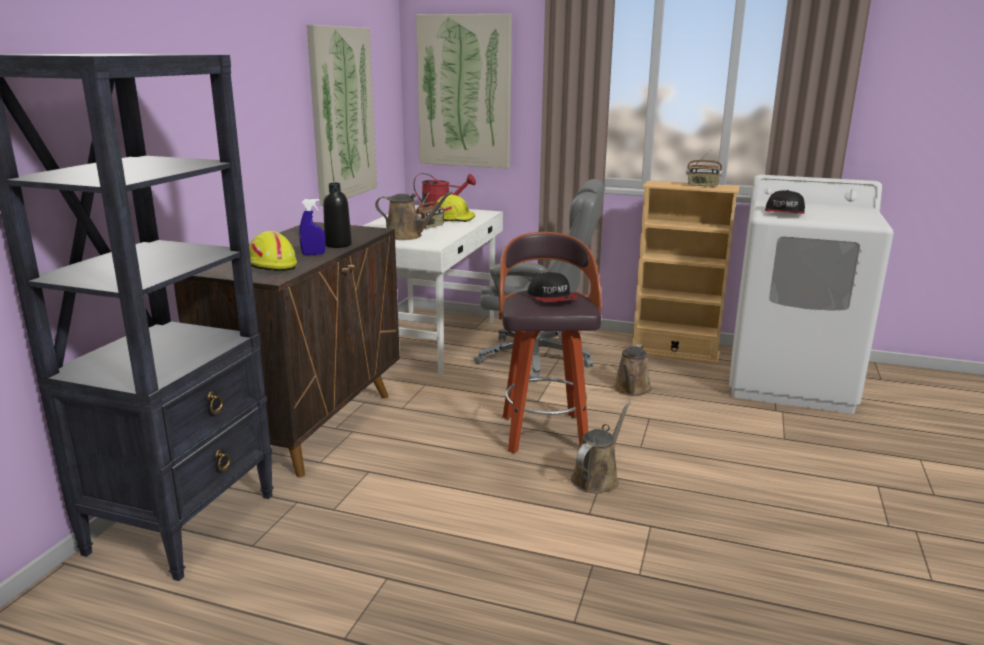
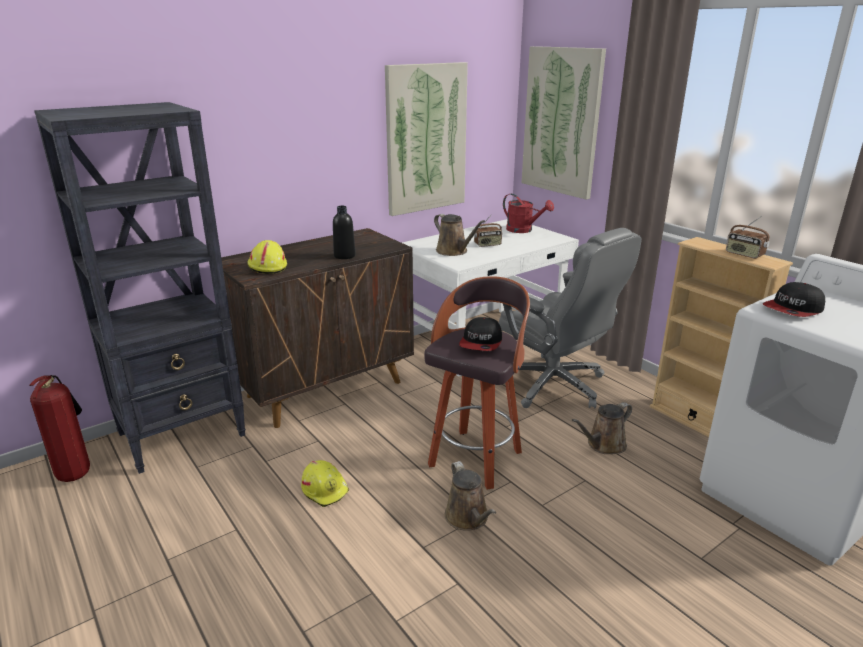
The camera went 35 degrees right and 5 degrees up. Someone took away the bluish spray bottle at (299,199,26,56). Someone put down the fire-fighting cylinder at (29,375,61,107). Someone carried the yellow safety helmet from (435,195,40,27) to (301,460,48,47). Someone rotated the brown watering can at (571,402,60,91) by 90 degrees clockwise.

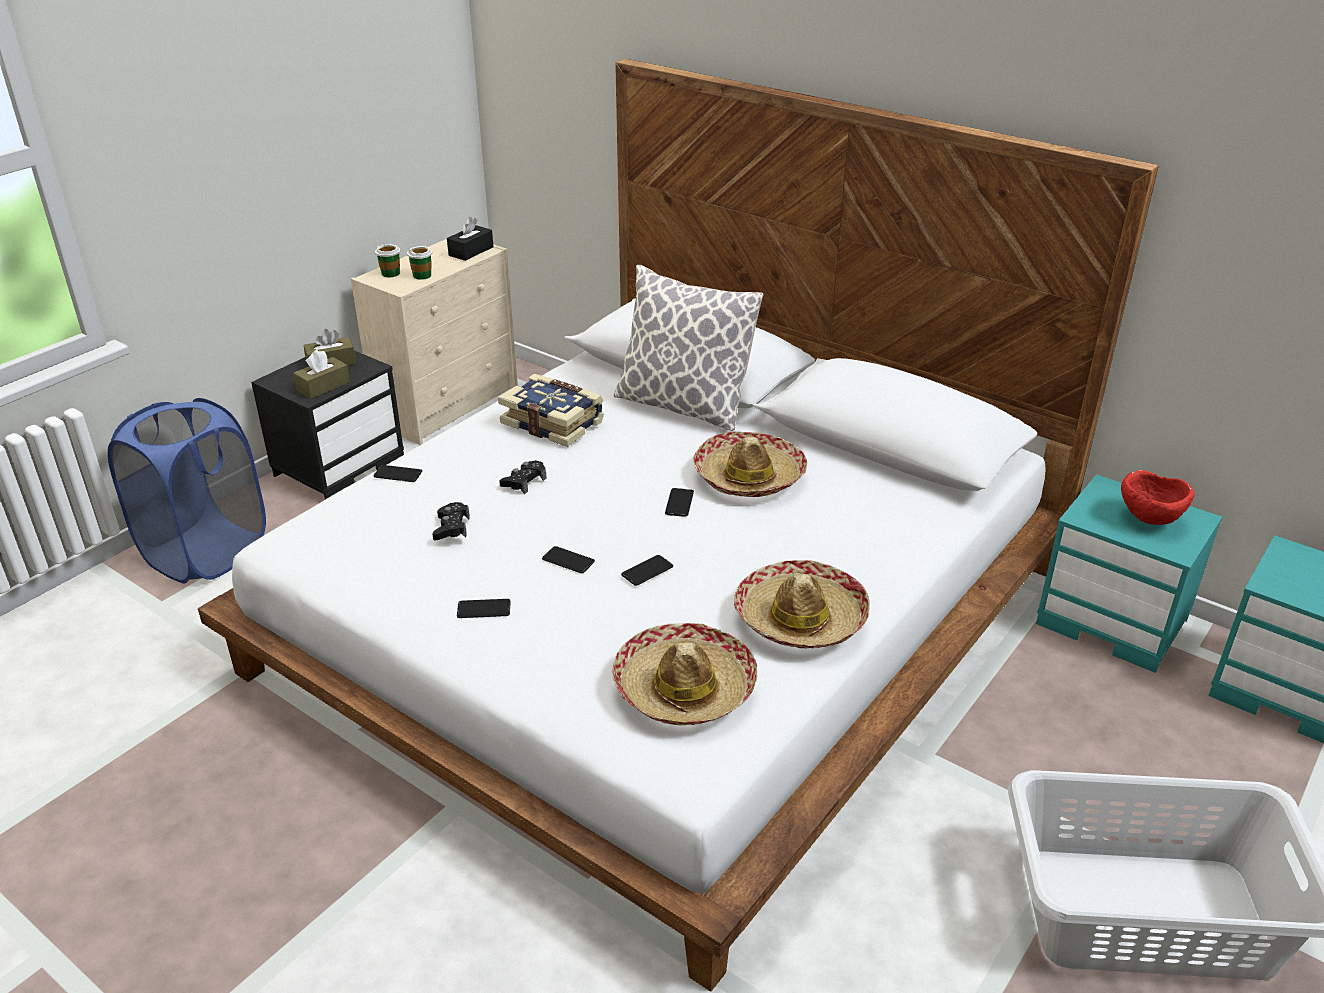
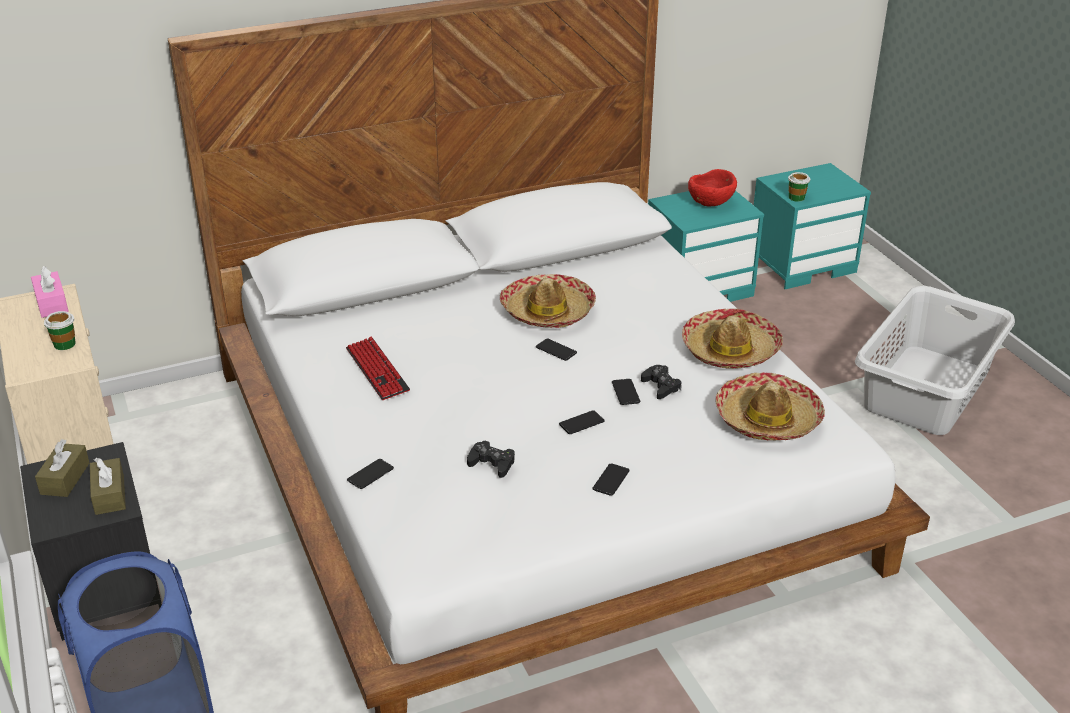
The camera went 60 degrees left and 0 degrees up. Someone took away the cushion at (614,265,149,166). Someone carried the cup from (375,244,26,33) to (788,172,22,30). Someone carried the black-coloured joypad from (499,460,48,34) to (641,365,41,34). Someone swapped the volume at (498,374,106,73) for the computer keyboard at (346,337,64,63). Someone repainted the black-coloured box of tissues at (447,217,46,44), which became the pink-coloured box of tissues at (31,266,38,52).

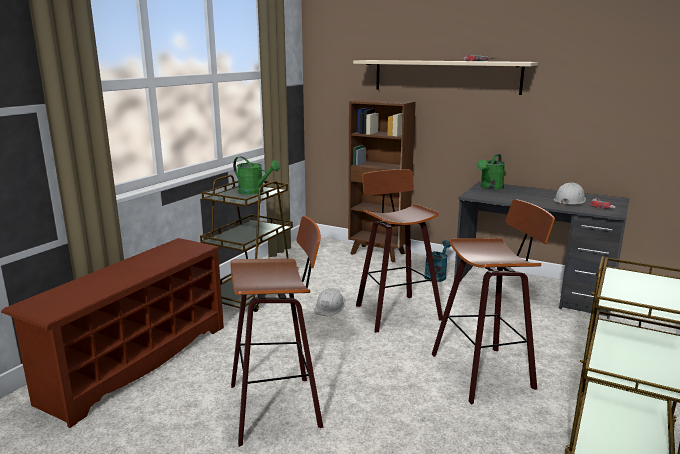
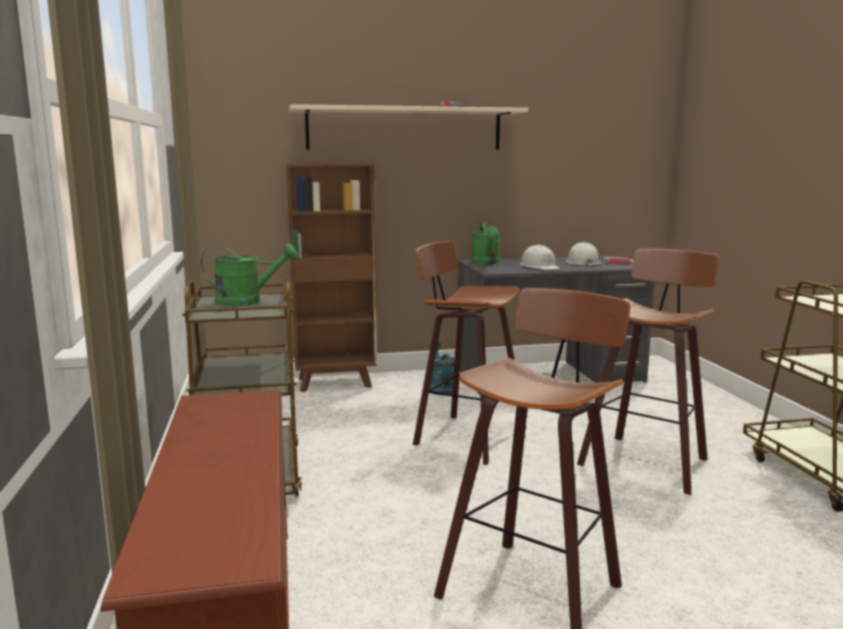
The camera went 40 degrees left and 5 degrees down. Someone carried the white safety helmet from (314,288,31,28) to (520,245,40,25).

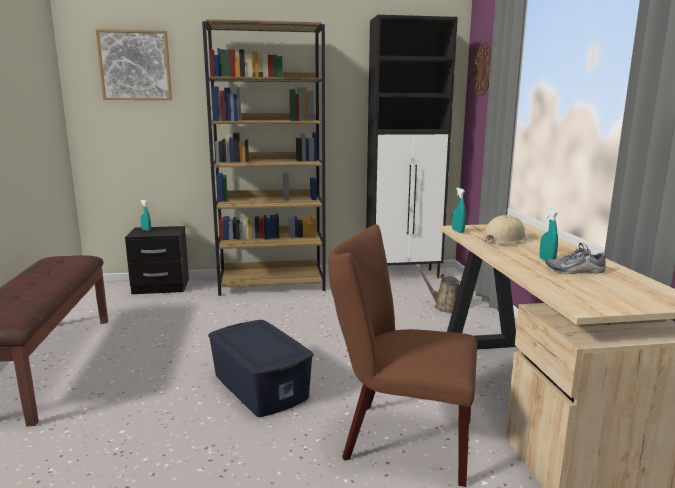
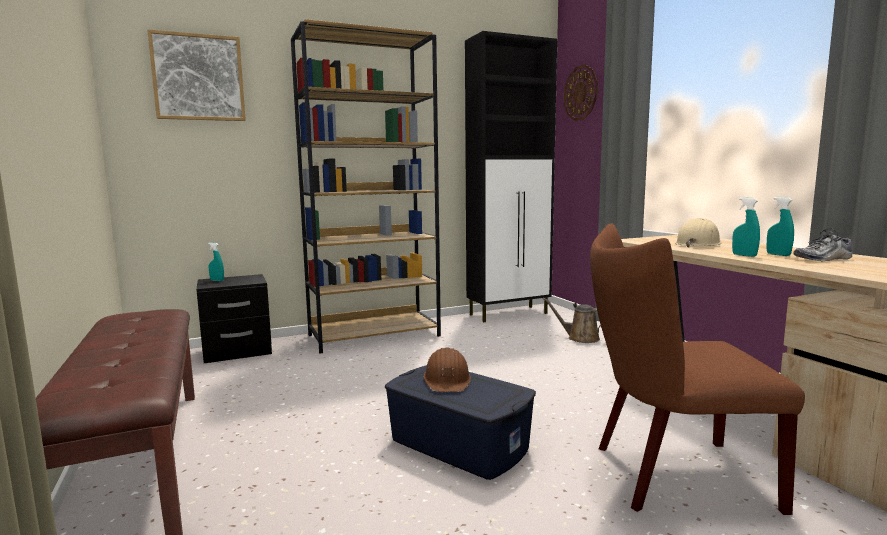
The camera went 15 degrees left and 5 degrees down. Someone put down the brown safety helmet at (424,348,47,44). Someone carried the turquoise-coloured spray bottle from (452,188,14,45) to (732,197,28,60).

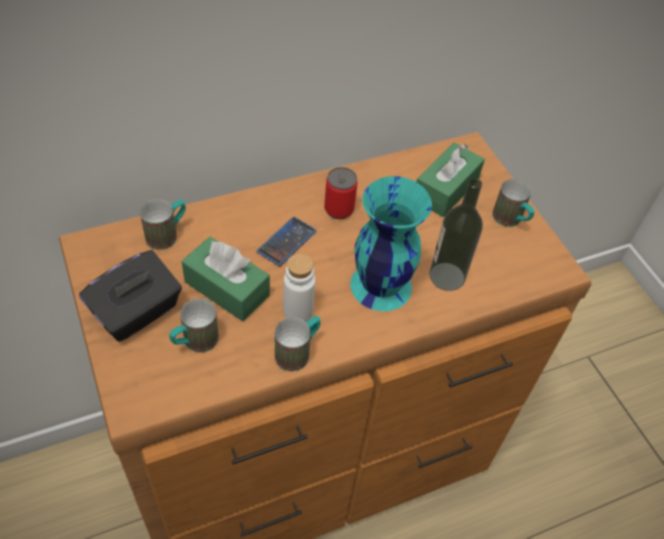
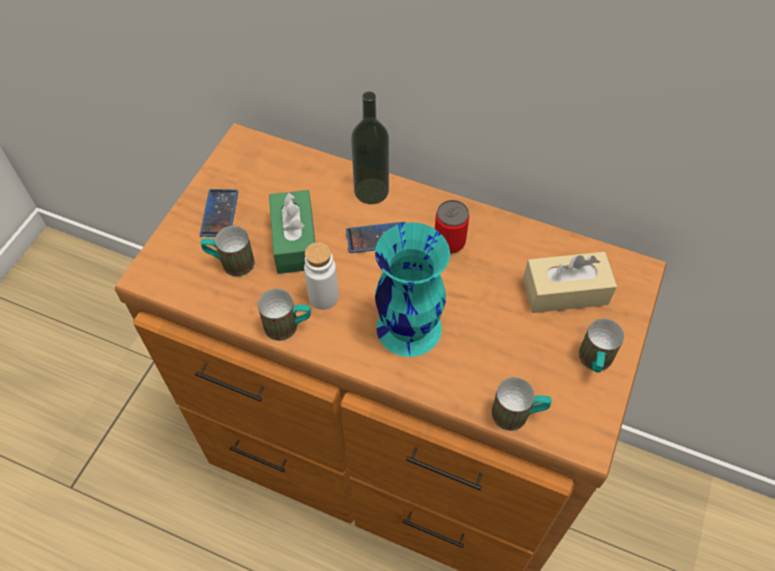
The camera went 50 degrees right and 5 degrees up. Someone carried the tea mug from (140,199,46,51) to (491,377,61,54). Someone carried the beverage bottle from (429,178,54,113) to (351,92,38,112). Someone swapped the black-coloured box of tissues at (79,250,103,92) for the phone at (200,189,38,48). Someone repainted the green-coloured box of tissues at (416,143,69,74), which became the beige-coloured box of tissues at (523,252,94,61).

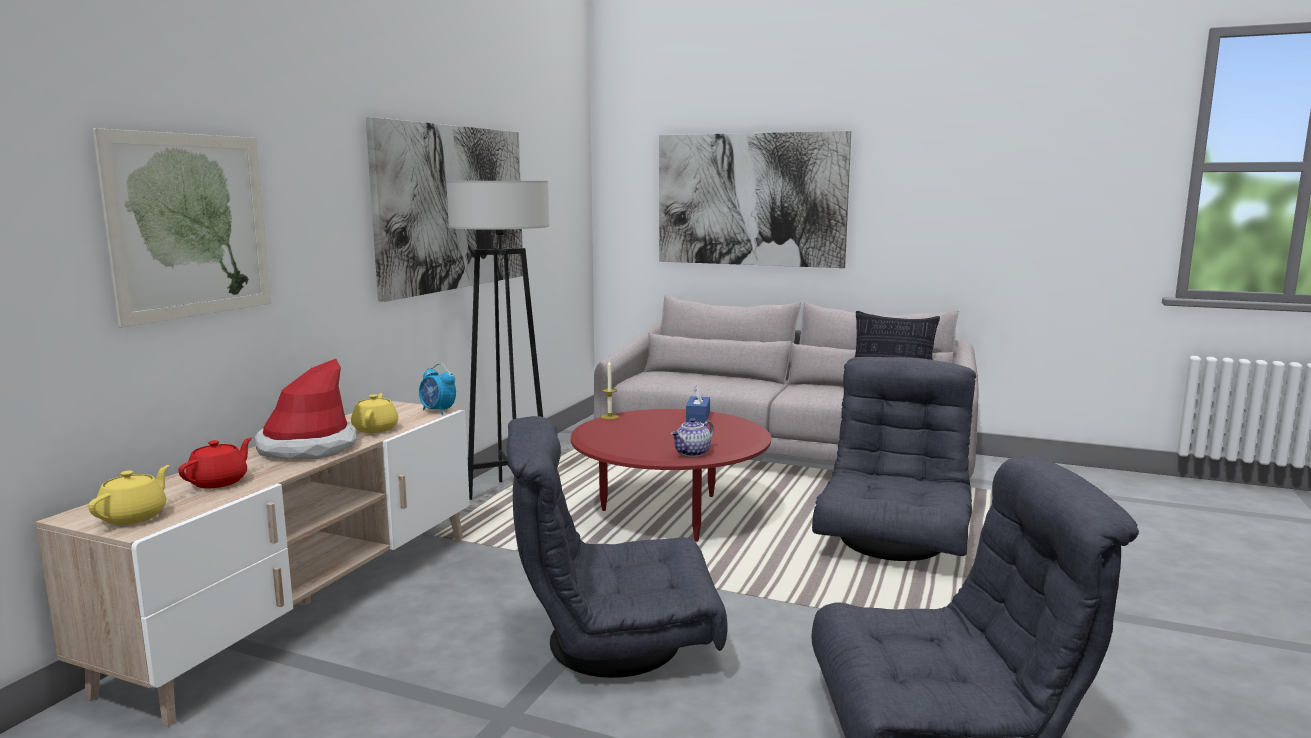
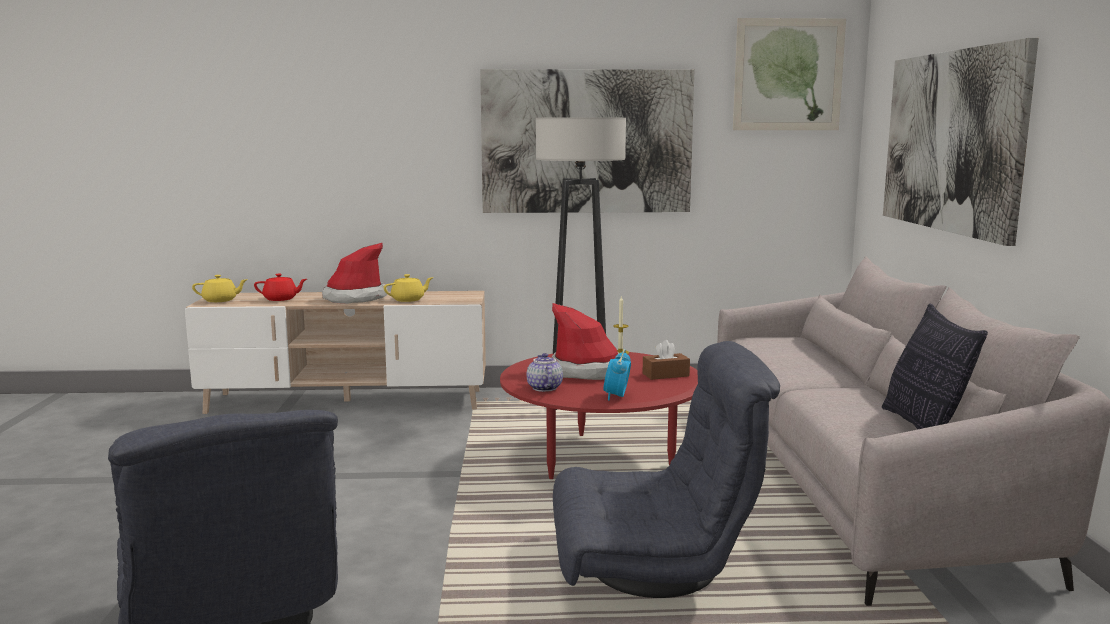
The camera went 65 degrees right and 0 degrees up. Someone took away the gray lounge chair at (507,416,221,262). Someone put down the hat at (551,303,68,77). Someone carried the picture from (93,128,179,200) to (733,18,113,112). Someone carried the table clock from (419,363,37,52) to (603,349,28,52). Someone repainted the bluish box of tissues at (686,385,24,38), which became the brown box of tissues at (642,340,48,40). Someone rotated the tea pot at (671,418,43,39) by 60 degrees clockwise.

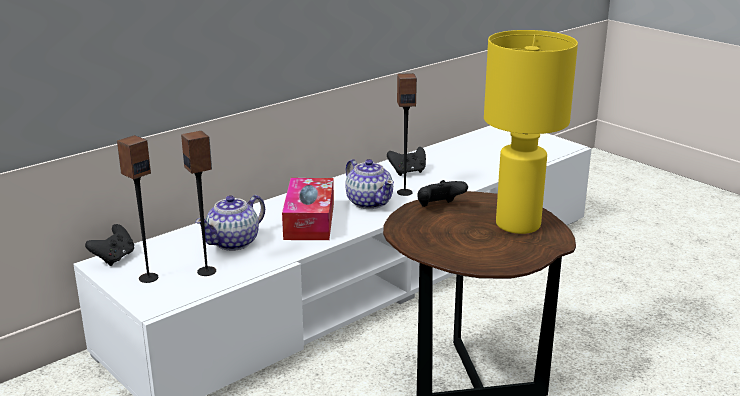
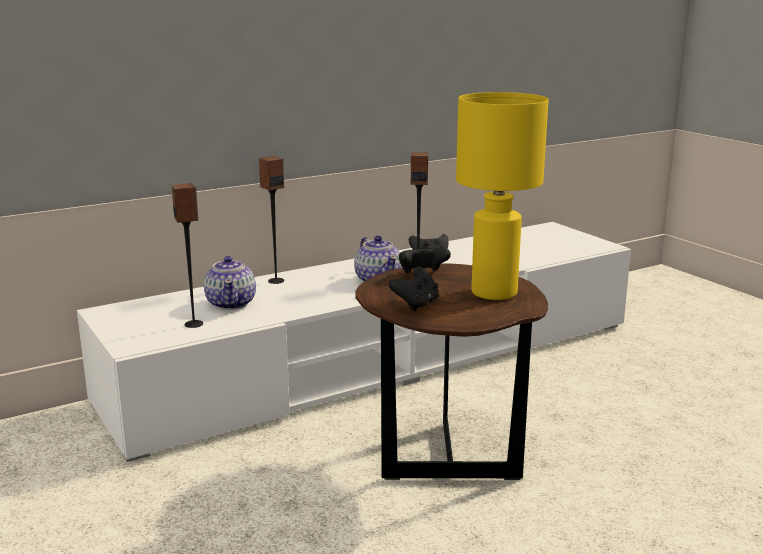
The camera went 10 degrees right and 5 degrees down. Someone took away the box of tissues at (282,178,52,62). Someone carried the black-coloured joypad from (85,224,49,42) to (389,267,50,44). Someone carried the loudspeaker from (117,135,41,148) to (259,156,25,128). Someone rotated the tea pot at (195,195,70,56) by 60 degrees counterclockwise.

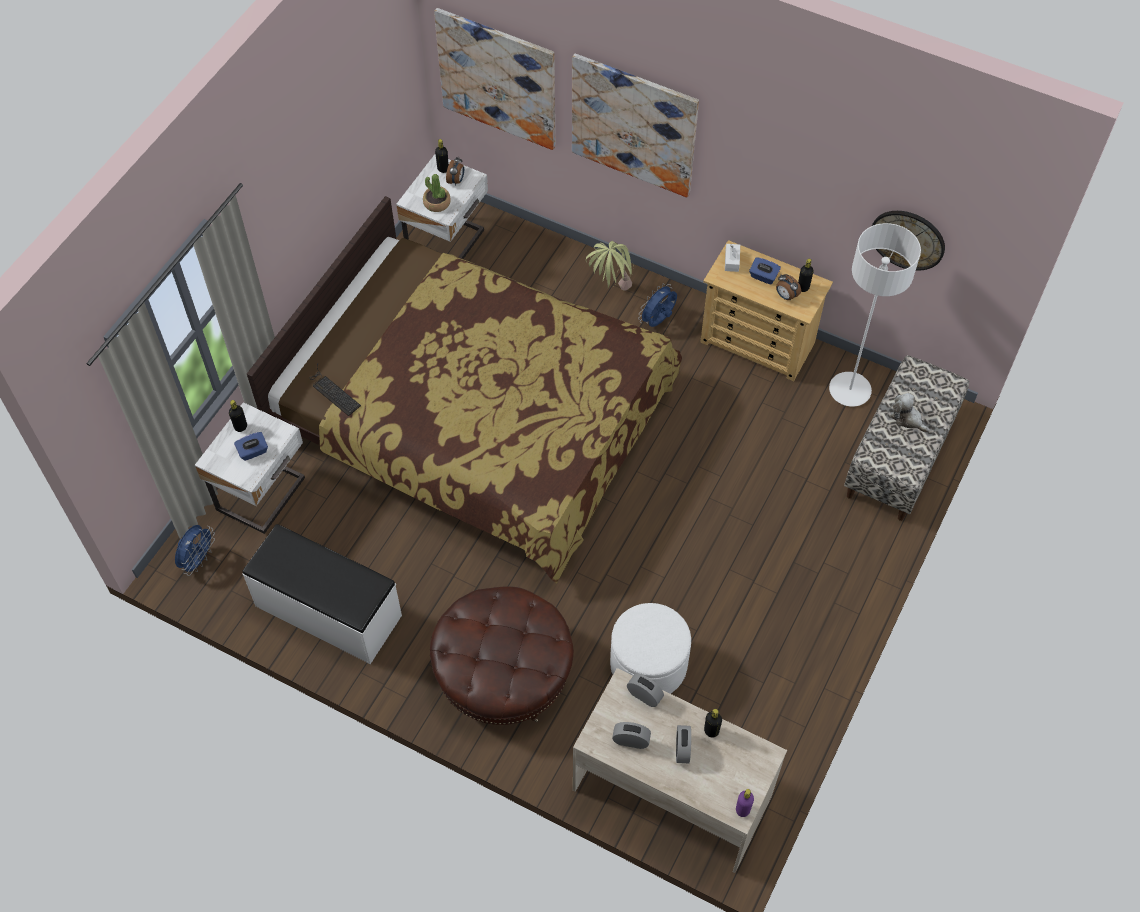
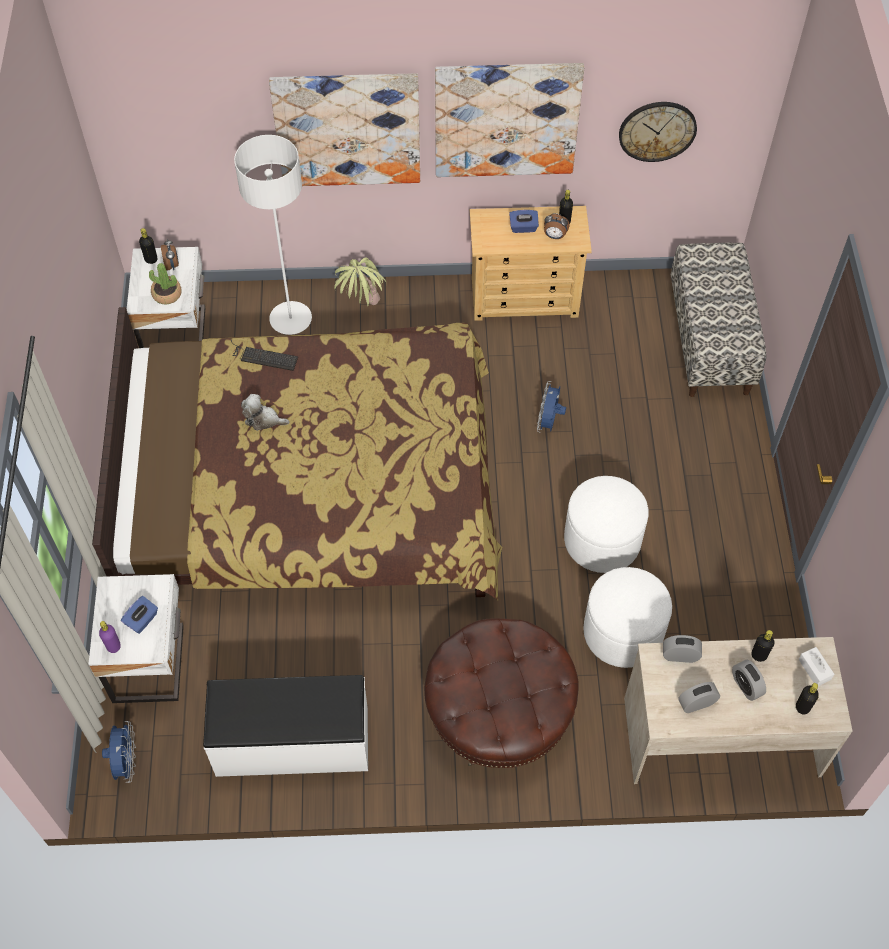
The camera went 30 degrees left and 0 degrees up. Someone put down the white pouffe at (564,476,85,97). Someone carried the black-coloured beverage bottle from (229,400,18,32) to (796,683,23,31). Someone carried the computer keyboard from (310,363,51,53) to (231,340,67,31). Someone carried the picture from (434,8,121,142) to (435,63,149,114). Someone carried the bluish fan from (638,283,39,44) to (537,381,29,51). Someone carried the white box of tissues from (725,244,15,28) to (799,647,35,39). Someone carried the purple-coloured beverage bottle from (736,789,18,28) to (99,621,22,32). Someone carried the white floor lamp from (829,223,92,184) to (234,135,78,200). Someone carried the plush toy from (890,393,40,40) to (241,394,49,37).

